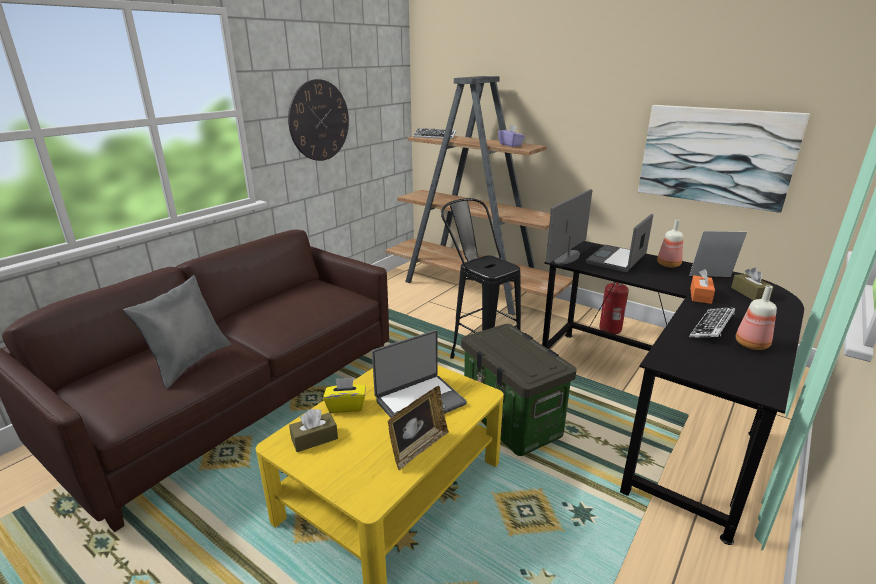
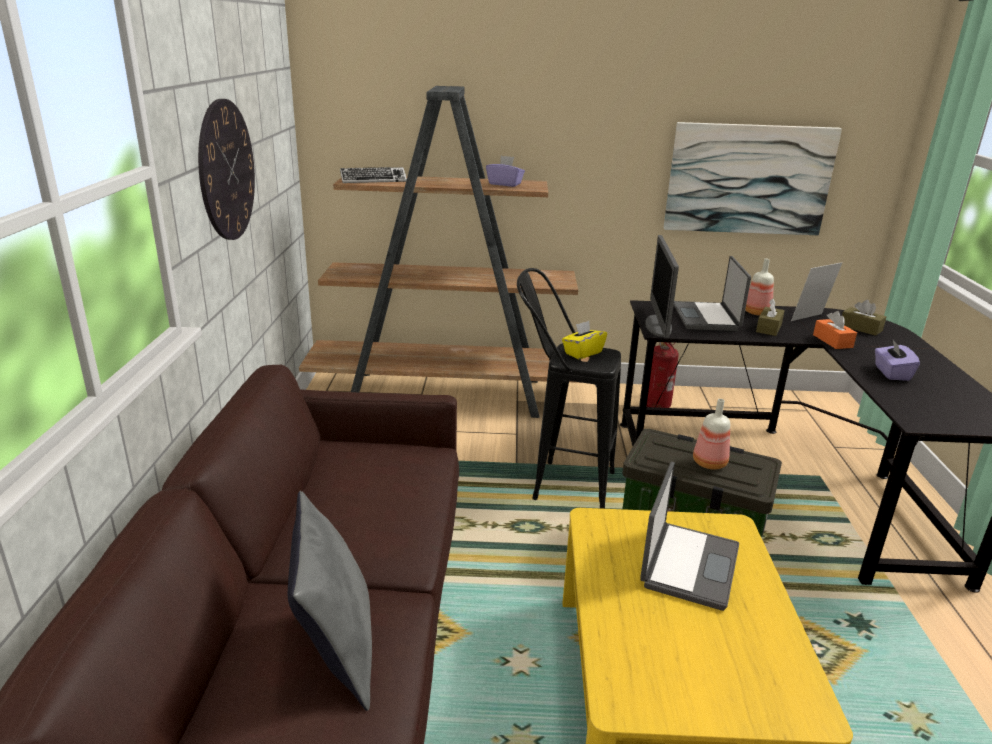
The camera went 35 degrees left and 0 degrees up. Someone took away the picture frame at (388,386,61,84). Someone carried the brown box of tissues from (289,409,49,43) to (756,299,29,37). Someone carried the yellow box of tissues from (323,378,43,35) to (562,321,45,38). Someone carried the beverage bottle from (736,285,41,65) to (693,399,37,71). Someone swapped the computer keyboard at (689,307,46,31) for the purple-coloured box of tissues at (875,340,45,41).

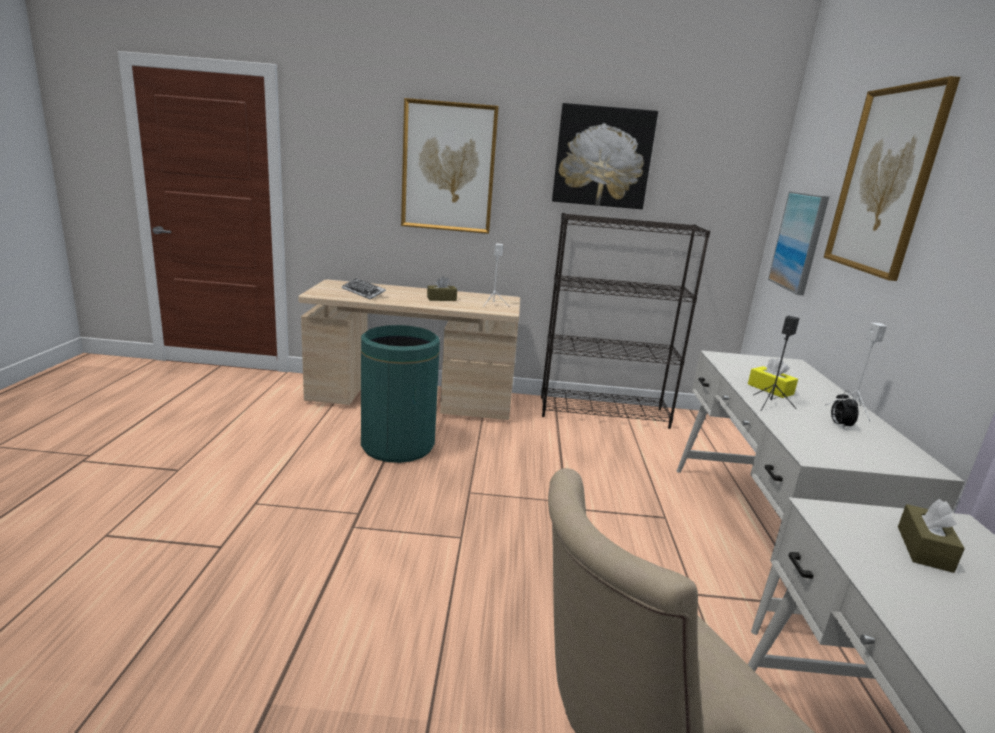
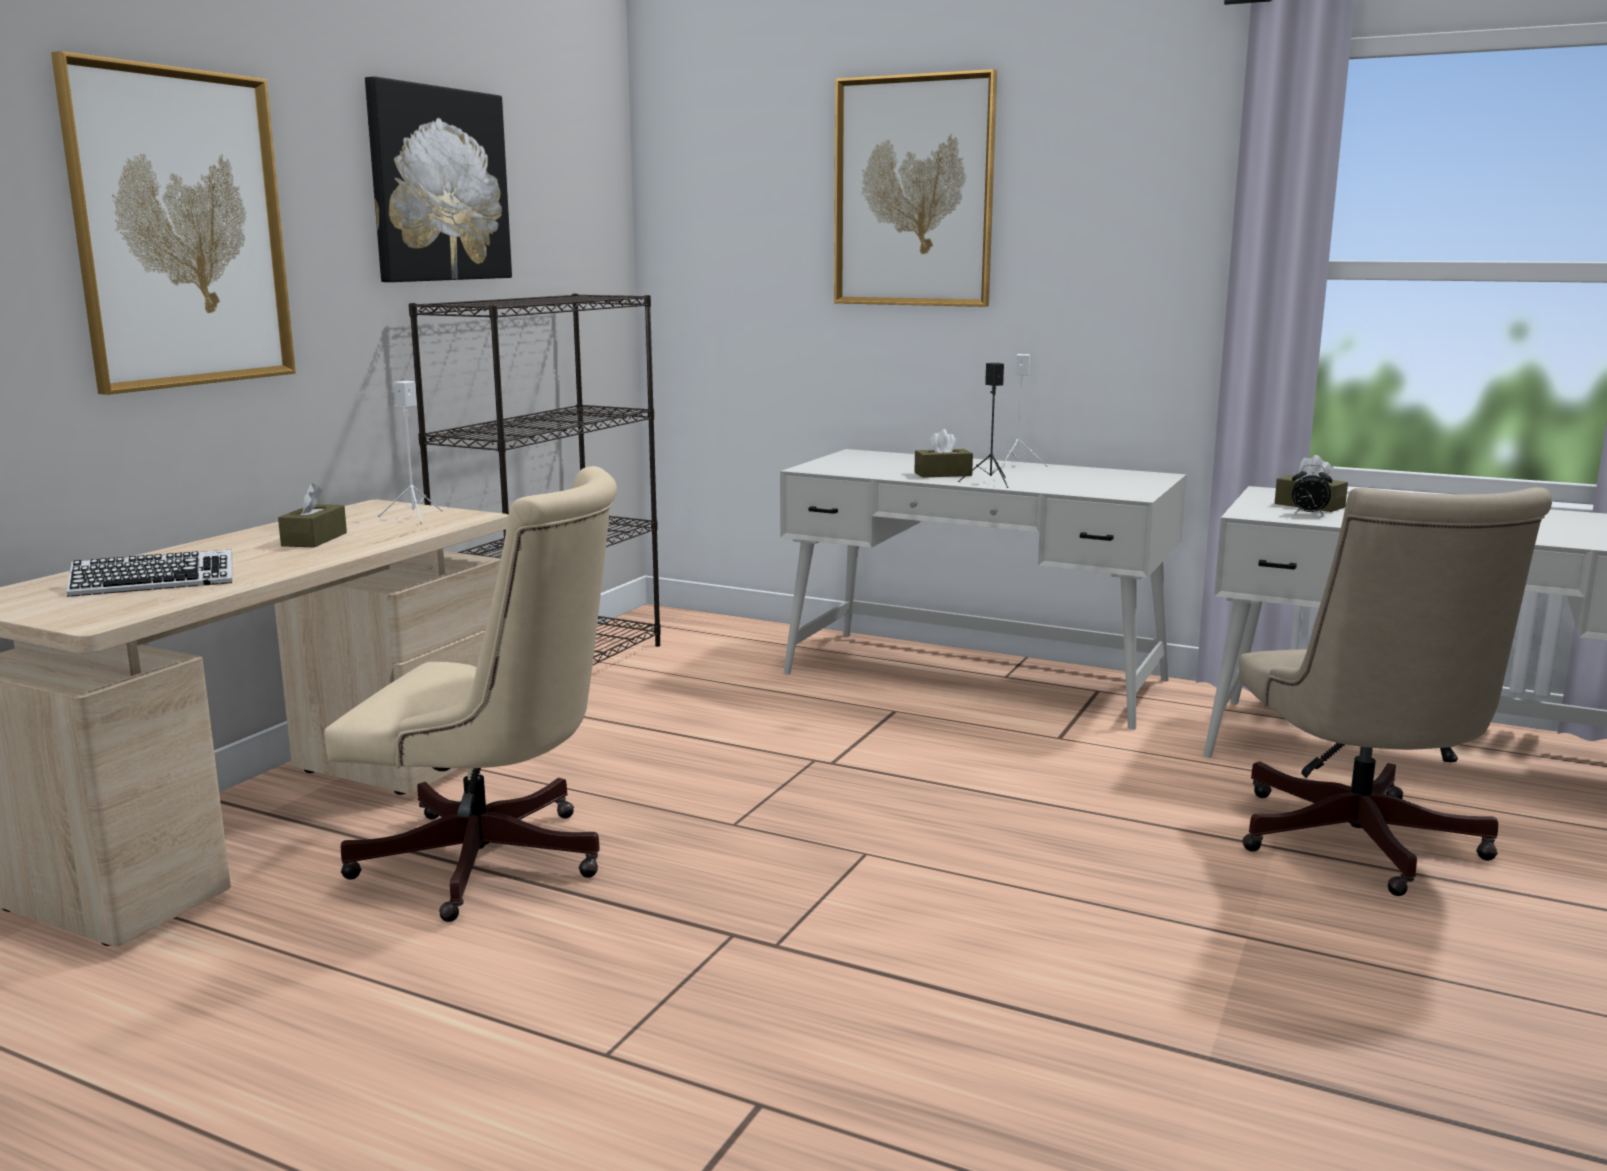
The camera went 65 degrees left and 5 degrees down. Someone took away the picture at (768,191,61,105). Someone carried the table clock from (831,391,28,37) to (1292,465,40,50). Someone swapped the green-coloured rubbish bin at (361,325,79,138) for the beige-coloured computer chair at (324,466,293,456). Someone repainted the yellow box of tissues at (748,358,50,40), which became the brown box of tissues at (914,429,59,49).

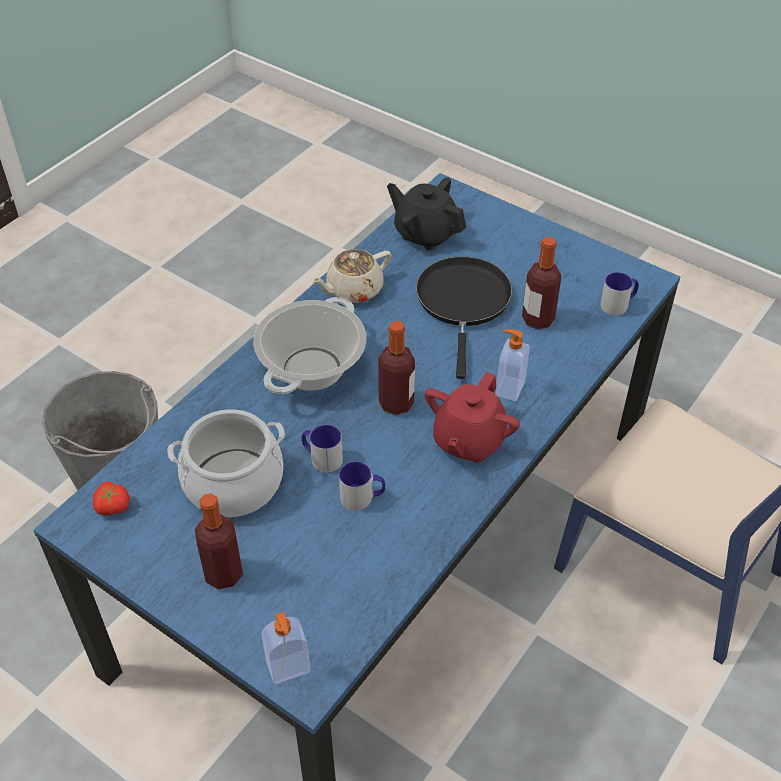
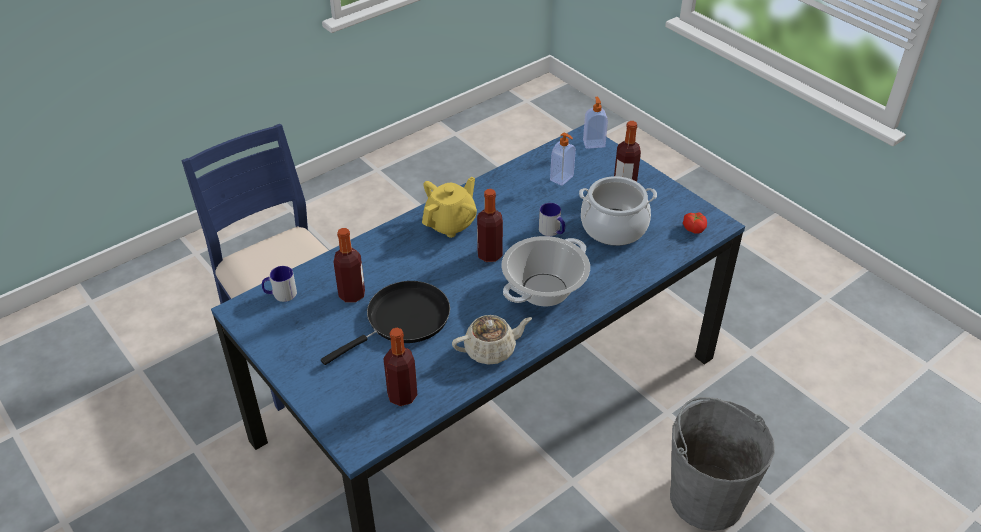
The camera went 165 degrees left and 5 degrees down. Someone took away the tea mug at (339,461,46,50). Someone carried the soap bottle from (496,329,34,73) to (550,133,26,53). Someone swapped the black-coloured tea pot at (387,177,79,73) for the beverage bottle at (384,328,33,78). Someone repainted the red tea pot at (425,372,95,91), which became the yellow tea pot at (422,177,55,61). Someone rotated the black-coloured frying pan at (416,256,96,123) by 150 degrees counterclockwise.

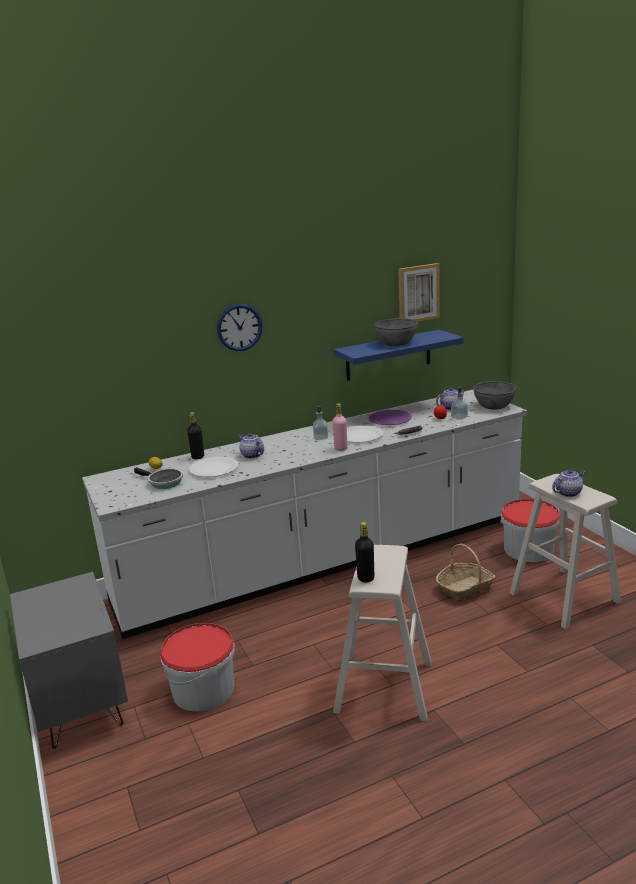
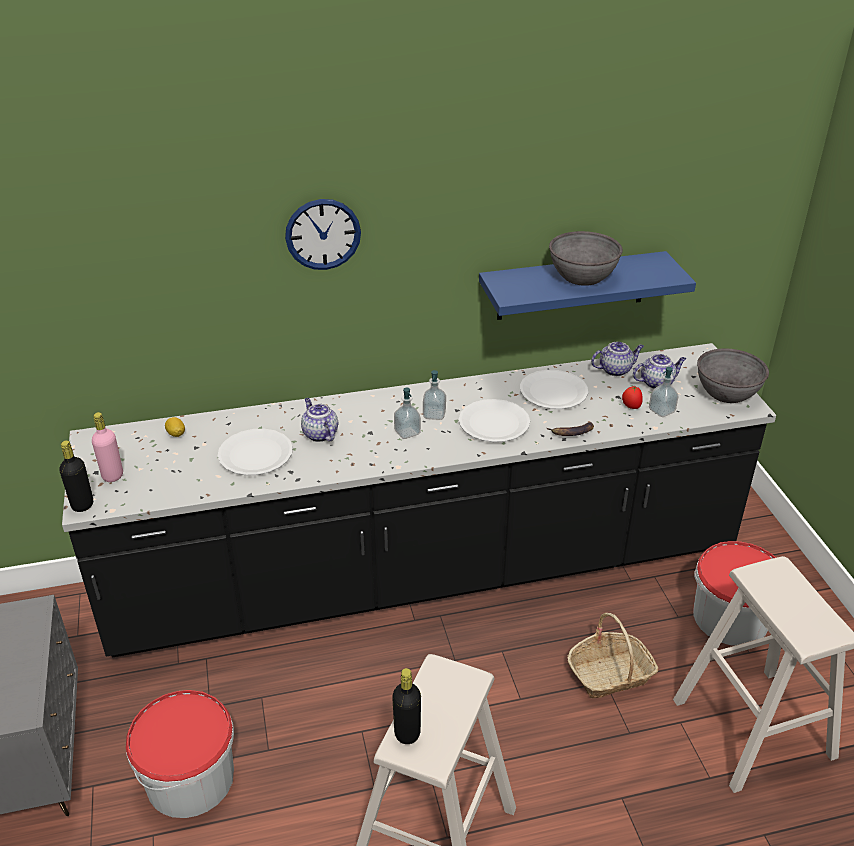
The camera went 10 degrees right and 15 degrees up. Someone took away the frying pan at (134,467,49,22). Someone took away the picture at (398,263,42,59). Someone put down the soap bottle at (394,388,27,51). Someone carried the black-coloured beverage bottle from (187,412,17,47) to (60,440,33,72). Someone carried the pink-coloured beverage bottle from (333,403,14,48) to (92,412,31,70). Someone carried the tea pot from (552,469,34,28) to (591,342,53,34). Someone repainted the white counter at (82,390,445,249), which became the black-coloured counter at (62,343,714,315). Someone repainted the purple-coloured dinner plate at (369,410,43,15), which became the white dinner plate at (520,370,68,39).

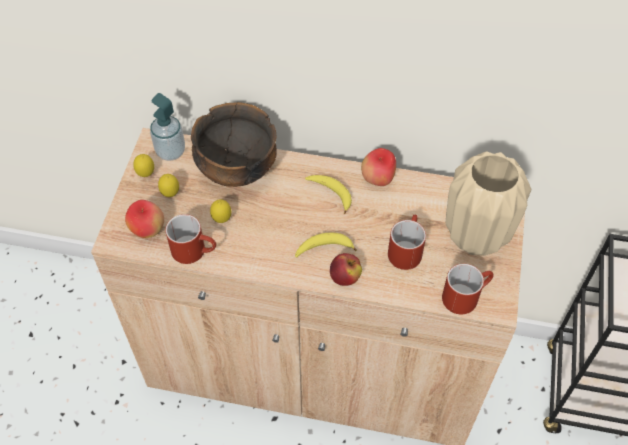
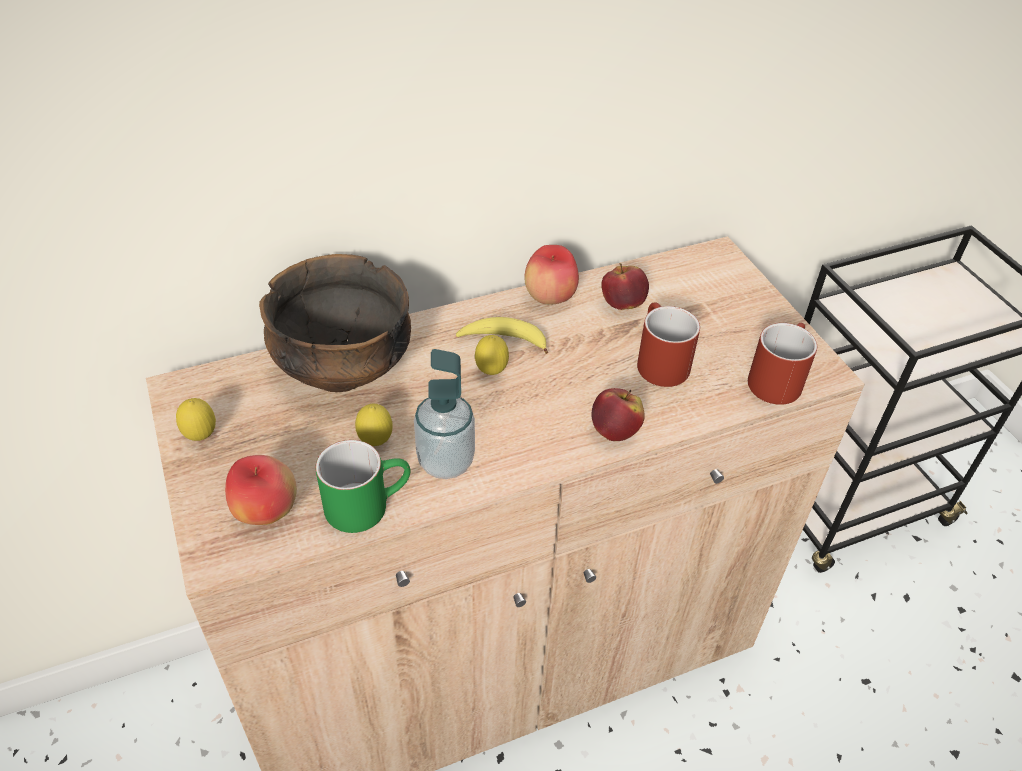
The camera went 35 degrees left and 10 degrees down. Someone took away the banana at (295,233,62,24). Someone took away the beige-coloured flower vase at (446,151,85,105). Someone put down the whole apple at (601,263,48,47). Someone carried the soap bottle from (150,93,35,68) to (414,349,61,130). Someone carried the lemon from (158,174,21,23) to (475,335,34,40). Someone repainted the red tea mug at (165,214,51,50), which became the green-coloured tea mug at (315,440,95,93).

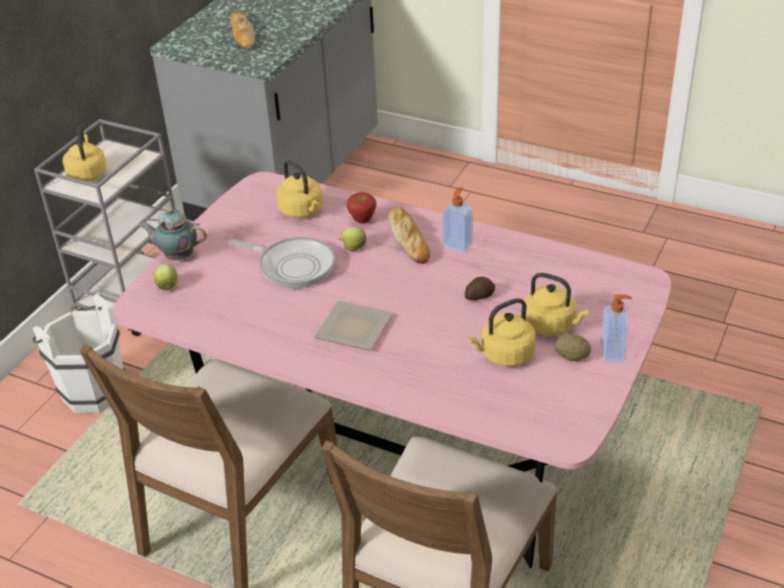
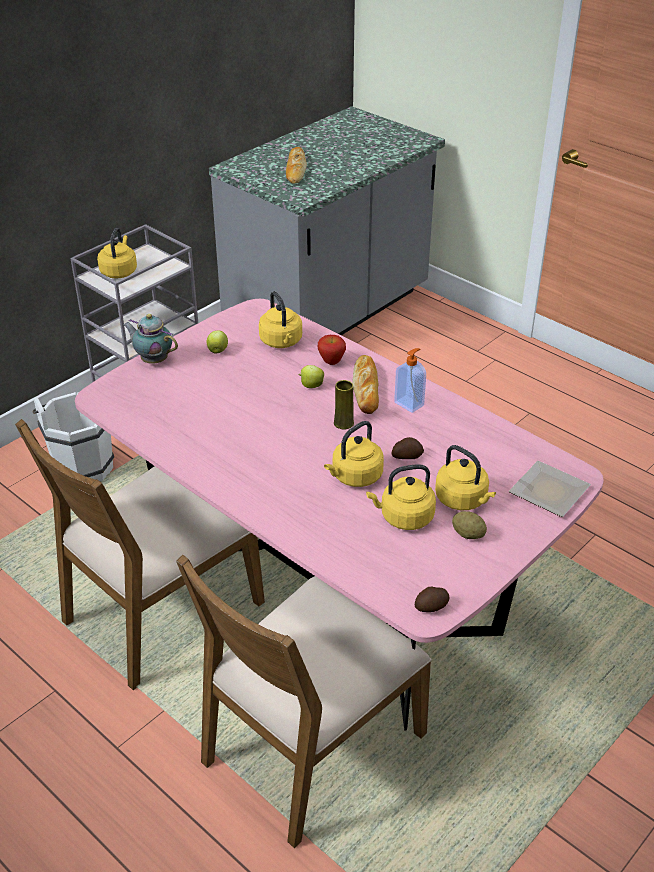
The camera went 15 degrees right and 0 degrees up. Someone took away the frying pan at (228,237,107,51). Someone took away the soap bottle at (600,294,32,68). Someone put down the yellow kettle at (324,421,60,66). Someone put down the yellow flower vase at (334,380,20,49). Someone put down the whole potato at (415,587,35,25). Someone carried the whole apple from (153,264,25,26) to (207,331,21,22). Someone carried the dinner plate from (314,300,78,50) to (509,461,82,56).

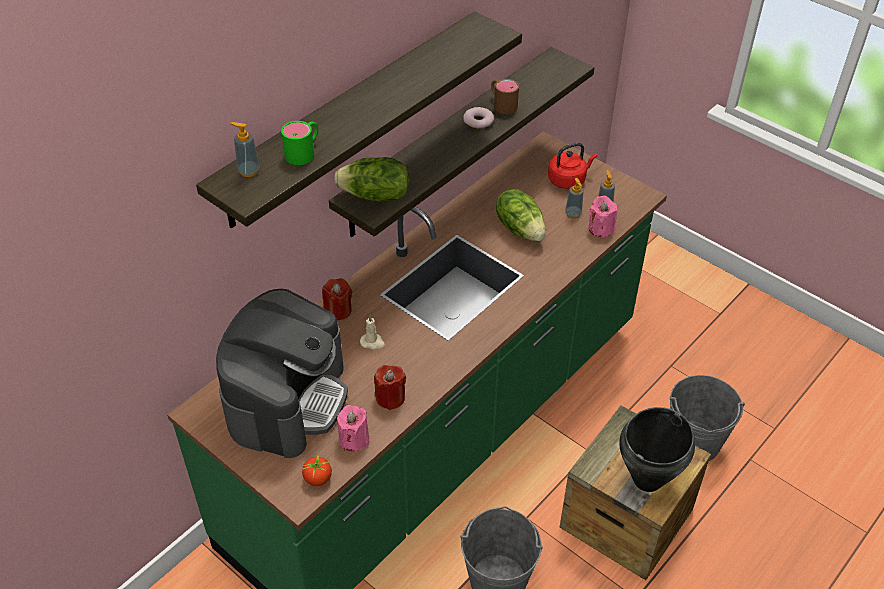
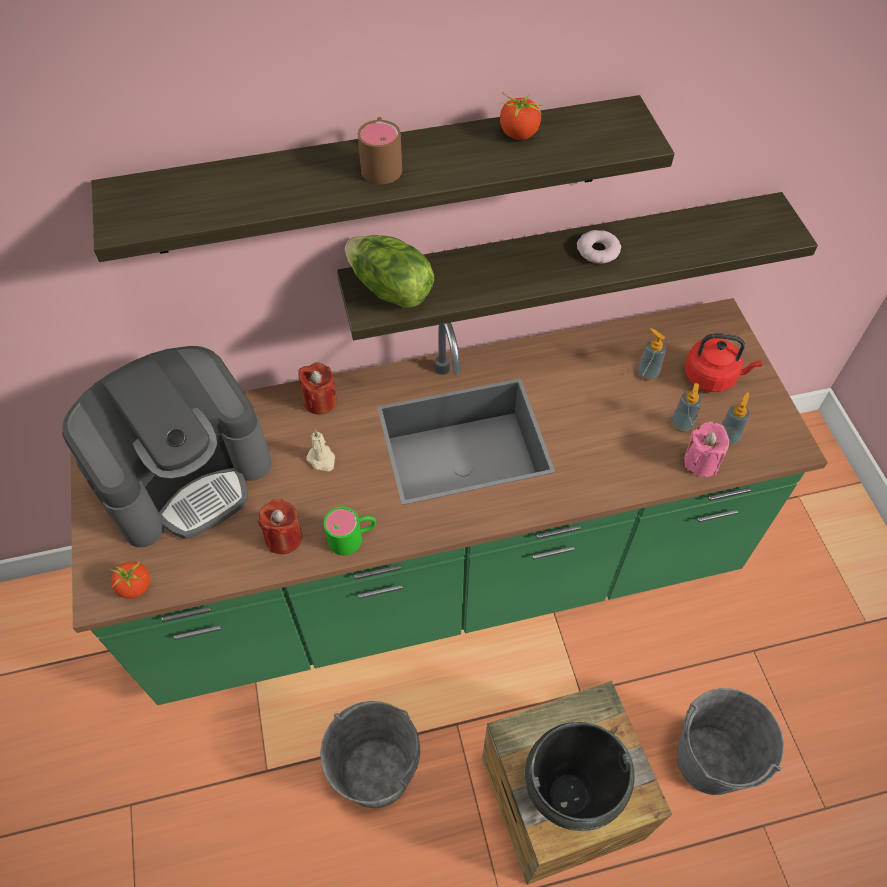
The camera went 35 degrees right and 10 degrees up. Someone took away the pink-coloured candle at (337,405,32,46). Someone took away the head of lettuce at (496,189,50,52). Someone put down the tomato at (500,92,42,48). Someone carried the soap bottle from (230,122,30,55) to (637,328,29,53). Someone carried the green-coloured tea mug from (281,121,37,44) to (324,507,52,48). Someone carried the brown tea mug from (491,79,28,35) to (358,117,44,67).

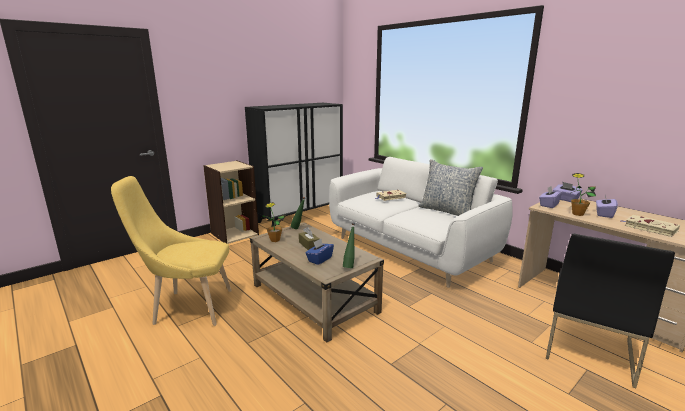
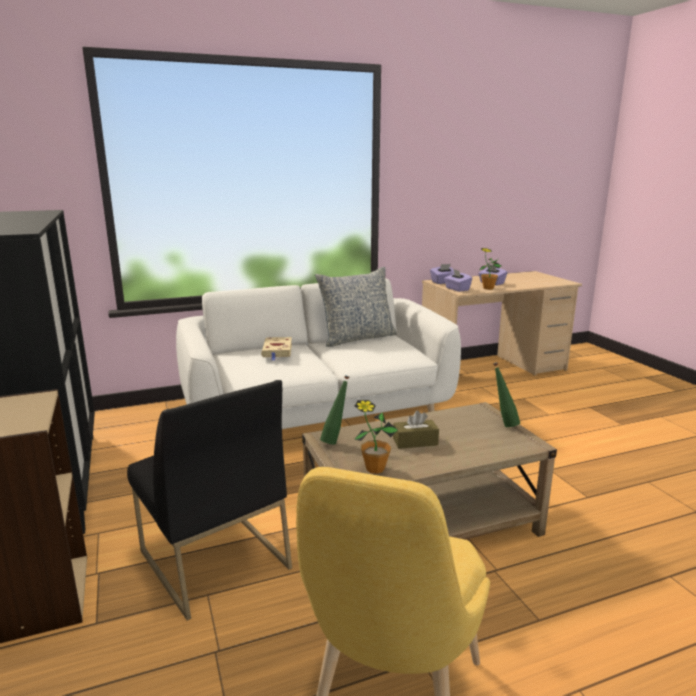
The camera went 70 degrees left and 0 degrees up. Someone took away the bluish box of tissues at (306,239,28,26). Someone took away the beige-coloured volume at (621,215,59,22). Someone carried the black-coloured plain chair from (546,234,129,154) to (127,380,165,241).

